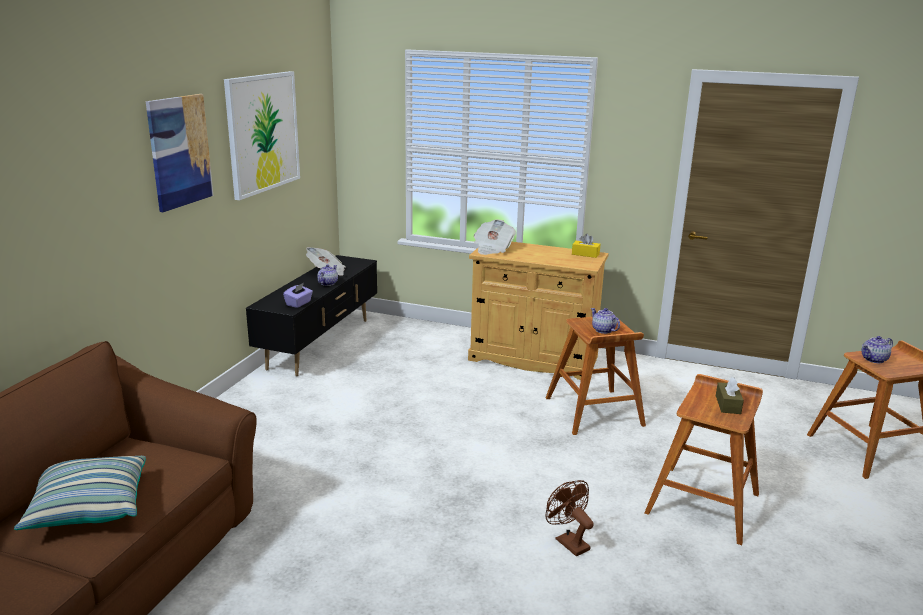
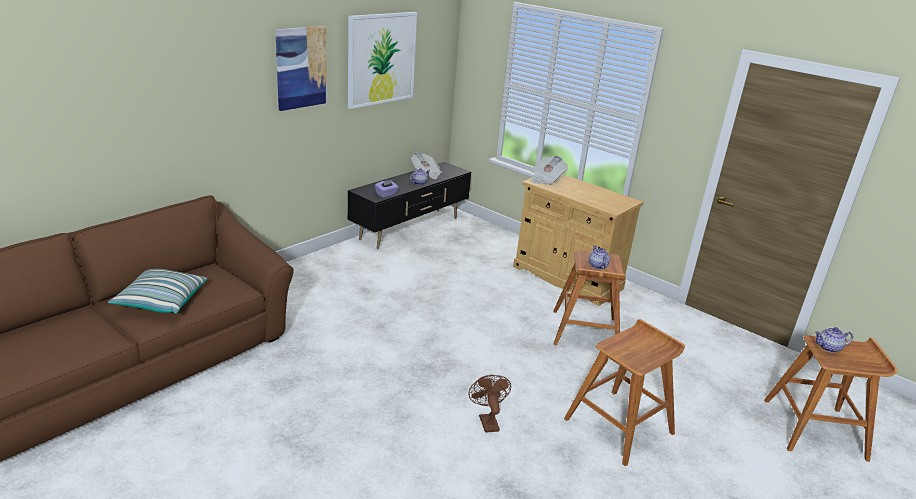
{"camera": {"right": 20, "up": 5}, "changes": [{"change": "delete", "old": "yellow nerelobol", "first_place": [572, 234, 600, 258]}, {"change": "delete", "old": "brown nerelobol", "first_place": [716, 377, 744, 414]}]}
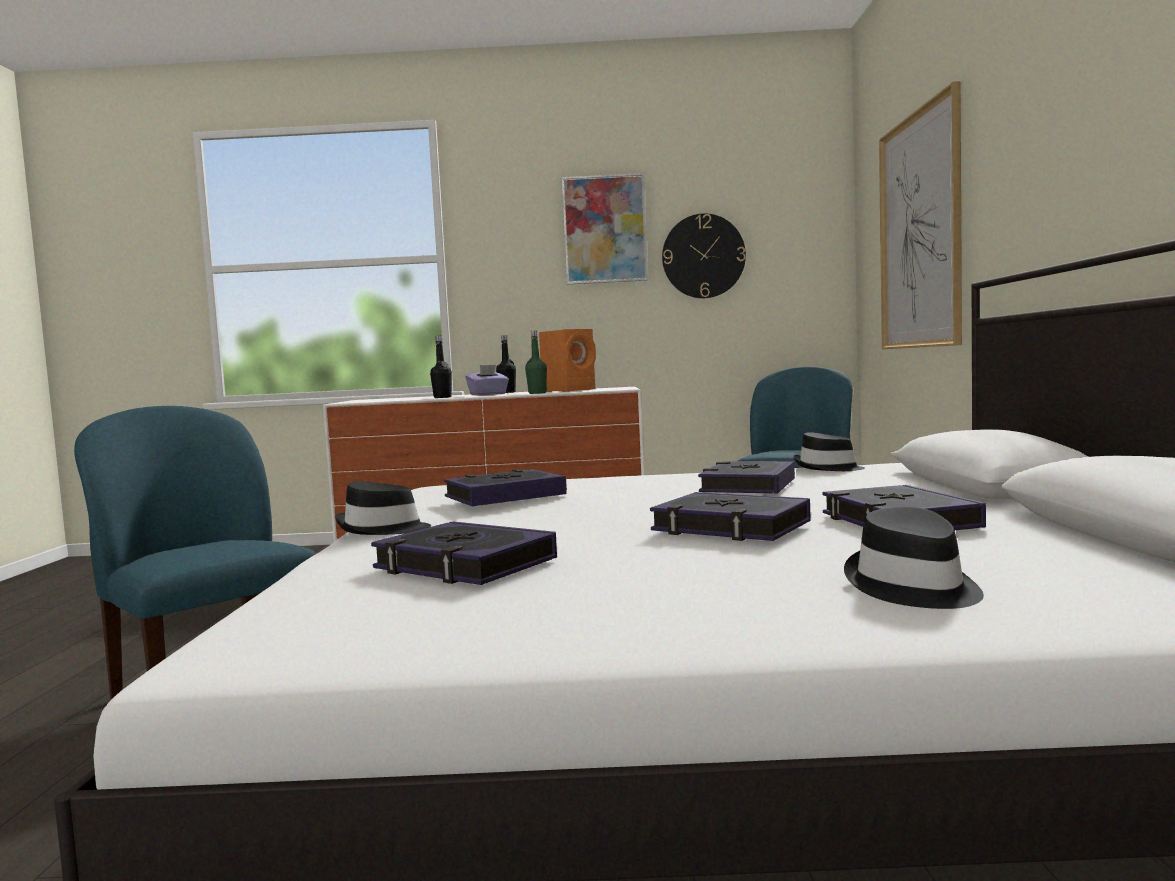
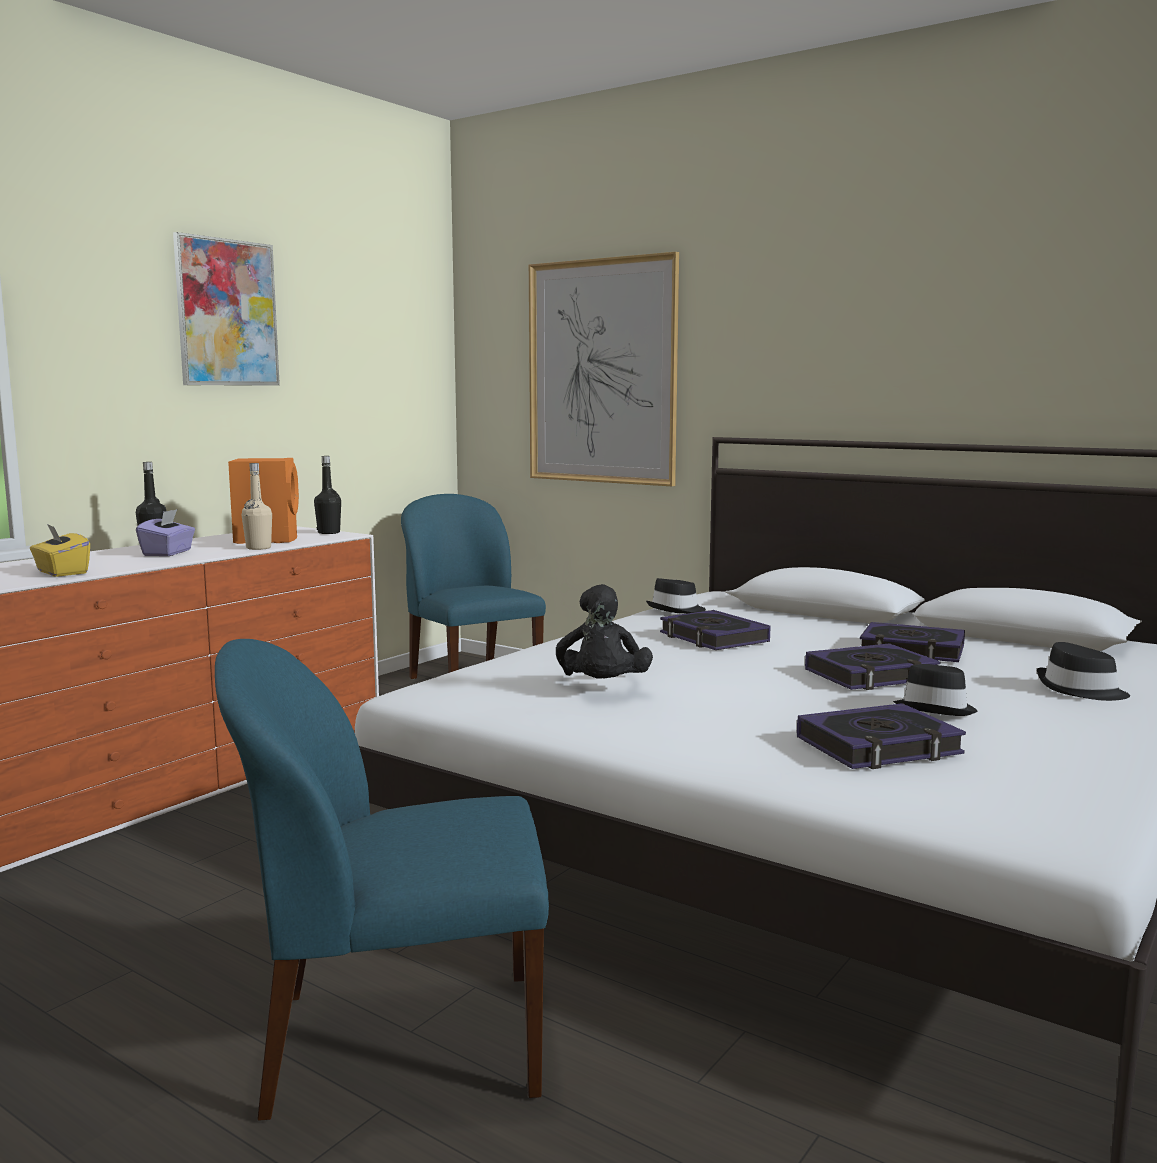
{"camera": {"right": -55, "up": 5}, "changes": [{"change": "move", "old": "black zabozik", "first_place": [335, 481, 431, 535], "second_place": [893, 664, 978, 716]}, {"change": "move", "old": "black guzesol", "first_place": [430, 336, 452, 398], "second_place": [314, 456, 341, 534]}, {"change": "replace", "old": "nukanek", "new": "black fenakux", "first_place": [444, 469, 567, 506], "second_place": [556, 584, 653, 678]}, {"change": "recolor", "old": "green guzesol", "new": "beige guzesol", "first_place": [525, 330, 547, 394], "second_place": [242, 463, 272, 550]}, {"change": "delete", "old": "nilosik", "first_place": [662, 213, 746, 298]}, {"change": "insert", "new": "yellow nerelobol", "second_place": [30, 524, 90, 577]}]}
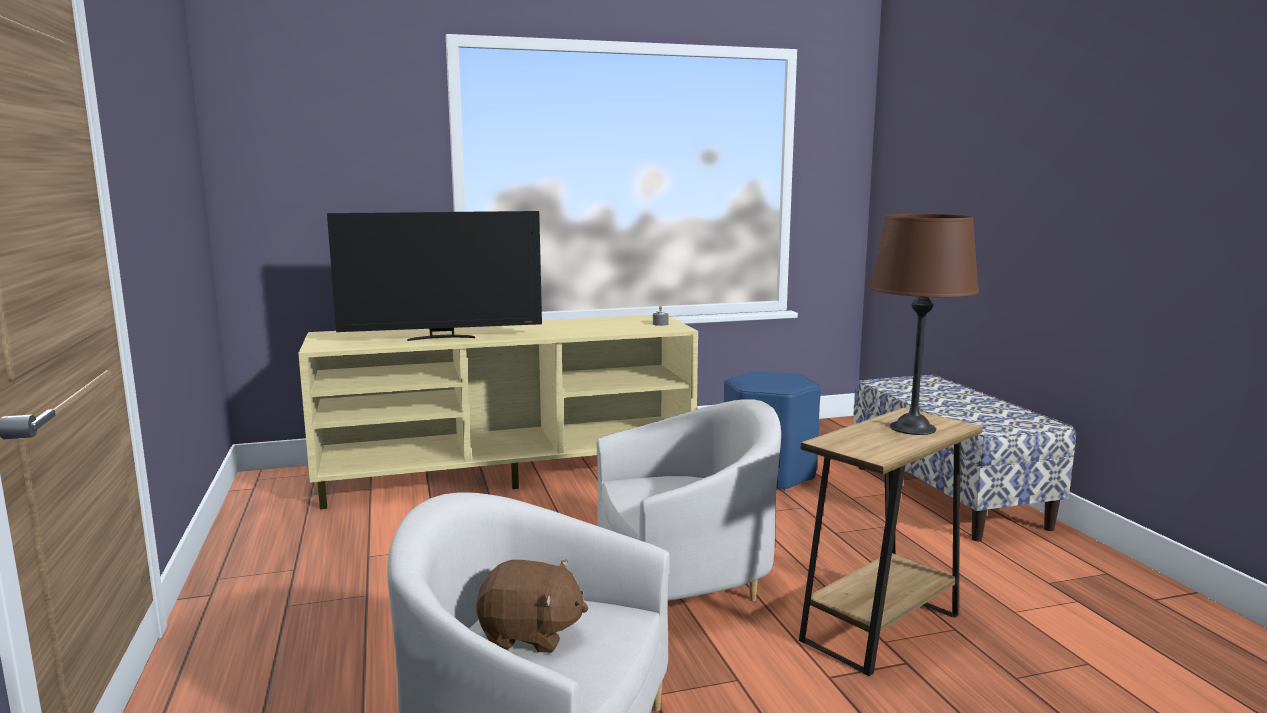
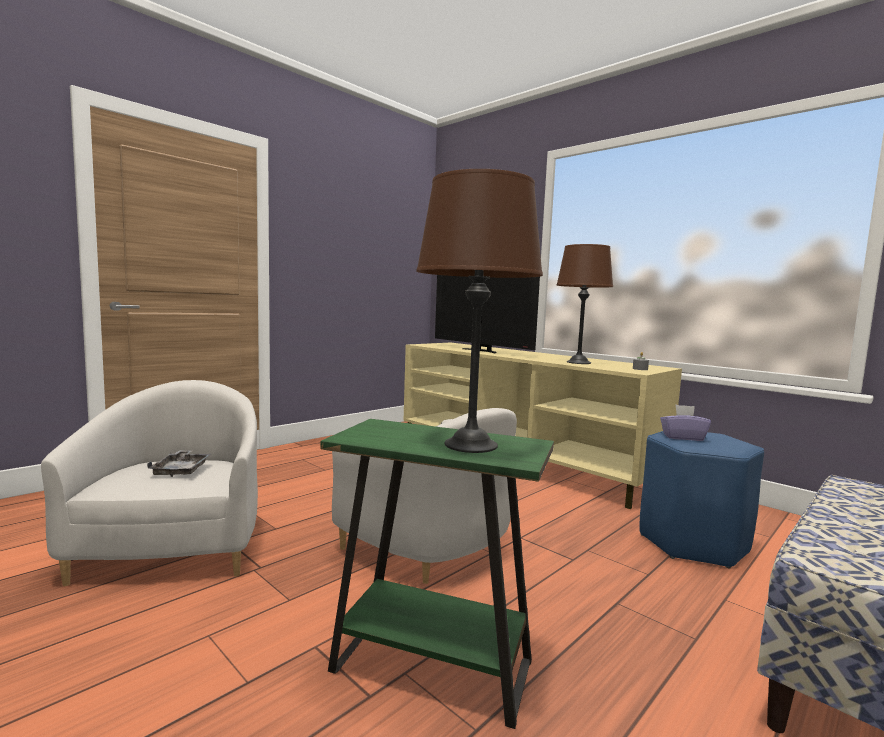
{"camera": {"right": 60, "up": -5}, "changes": [{"change": "replace", "old": "brown fenakux", "new": "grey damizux", "first_place": [476, 559, 589, 653], "second_place": [147, 450, 211, 477]}, {"change": "recolor", "old": "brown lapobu", "new": "green lapobu", "first_place": [799, 408, 983, 676], "second_place": [320, 419, 554, 729]}, {"change": "insert", "new": "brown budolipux", "second_place": [557, 244, 613, 364]}, {"change": "insert", "new": "purple nerelobol", "second_place": [660, 405, 711, 441]}]}
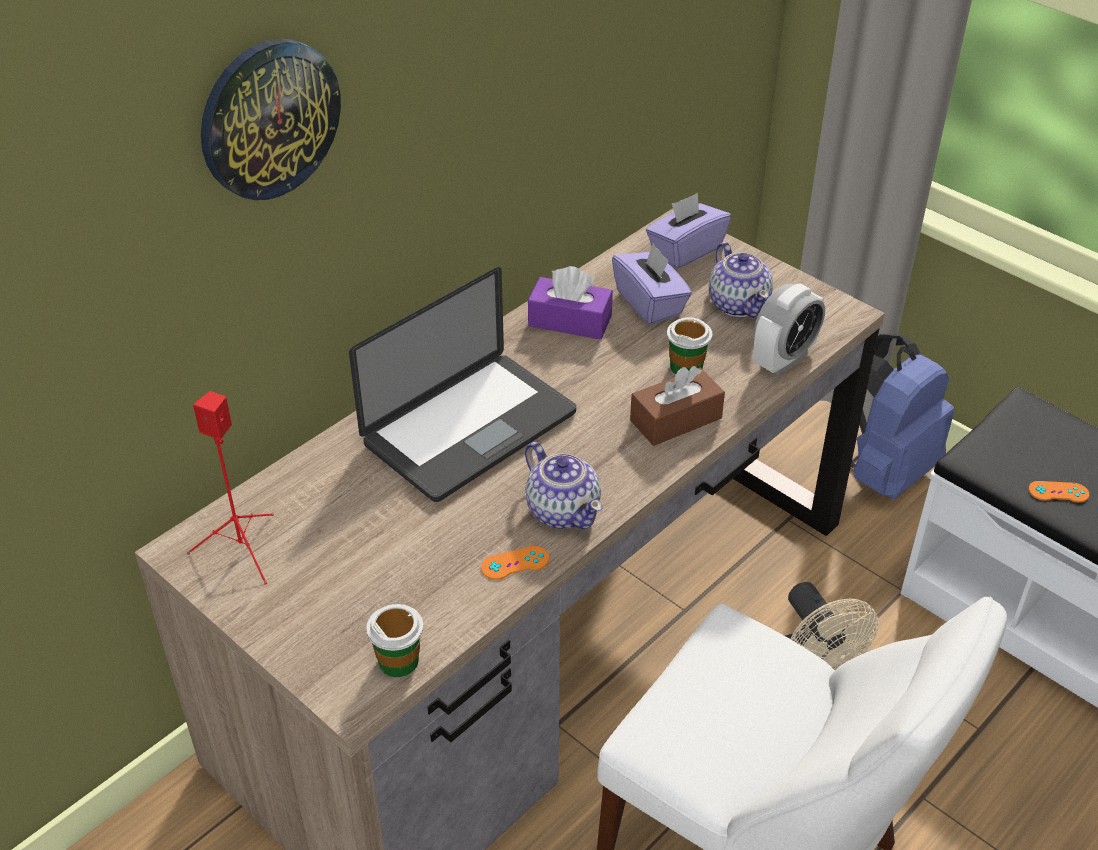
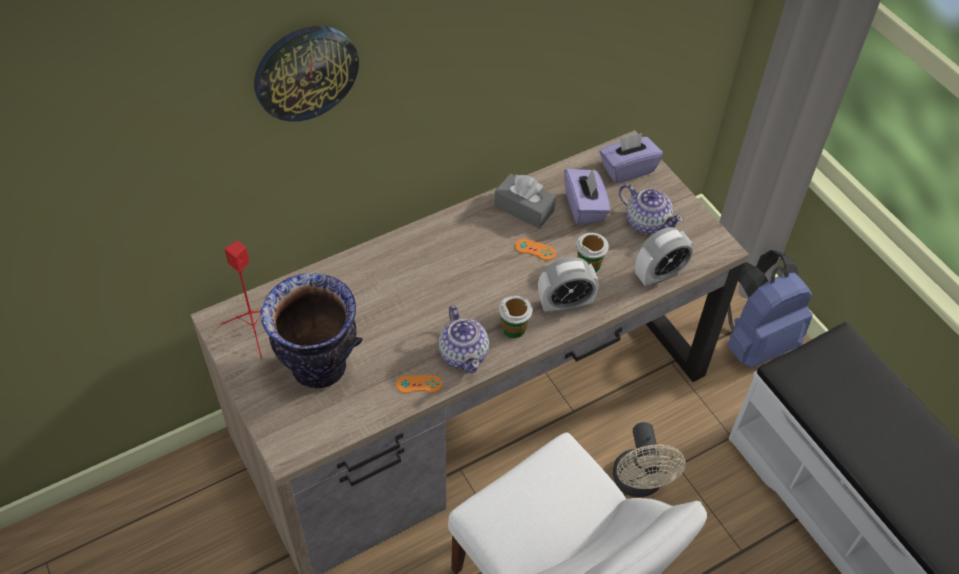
{"camera": {"right": 15, "up": 10}, "changes": [{"change": "delete", "old": "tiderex", "first_place": [349, 267, 576, 502]}, {"change": "move", "old": "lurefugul", "first_place": [366, 604, 423, 677], "second_place": [499, 296, 533, 338]}, {"change": "recolor", "old": "purple nerelobol", "new": "grey nerelobol", "first_place": [528, 266, 613, 340], "second_place": [494, 174, 556, 229]}, {"change": "replace", "old": "brown nerelobol", "new": "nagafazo", "first_place": [630, 366, 725, 446], "second_place": [538, 257, 599, 314]}, {"change": "rotate", "old": "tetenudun", "first_place": [709, 242, 773, 317], "second_place": [619, 184, 684, 234], "degrees": -45}, {"change": "move", "old": "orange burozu", "first_place": [1028, 481, 1089, 502], "second_place": [515, 238, 556, 260]}, {"change": "insert", "new": "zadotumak", "second_place": [261, 273, 363, 389]}]}
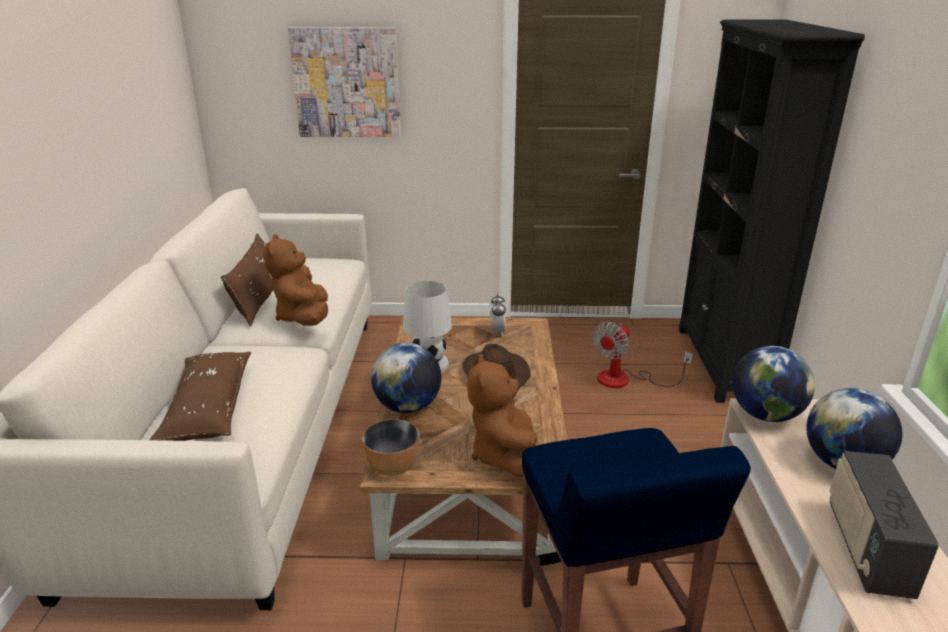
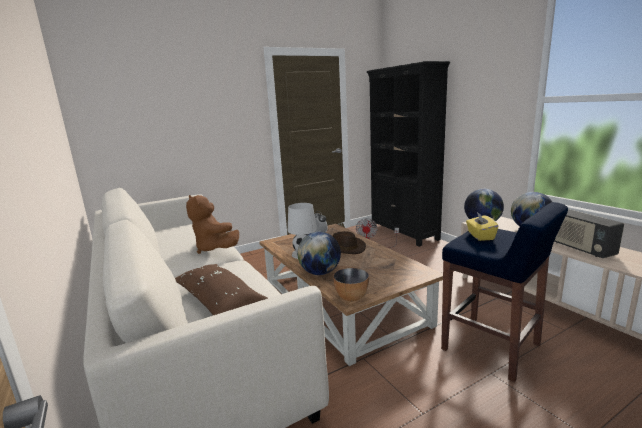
{"camera": {"right": -30, "up": -10}, "changes": [{"change": "delete", "old": "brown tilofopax", "first_place": [221, 234, 273, 326]}, {"change": "delete", "old": "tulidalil", "first_place": [288, 27, 401, 137]}, {"change": "delete", "old": "brown fenakux", "first_place": [467, 354, 537, 478]}, {"change": "insert", "new": "yellow nerelobol", "second_place": [466, 212, 499, 241]}]}
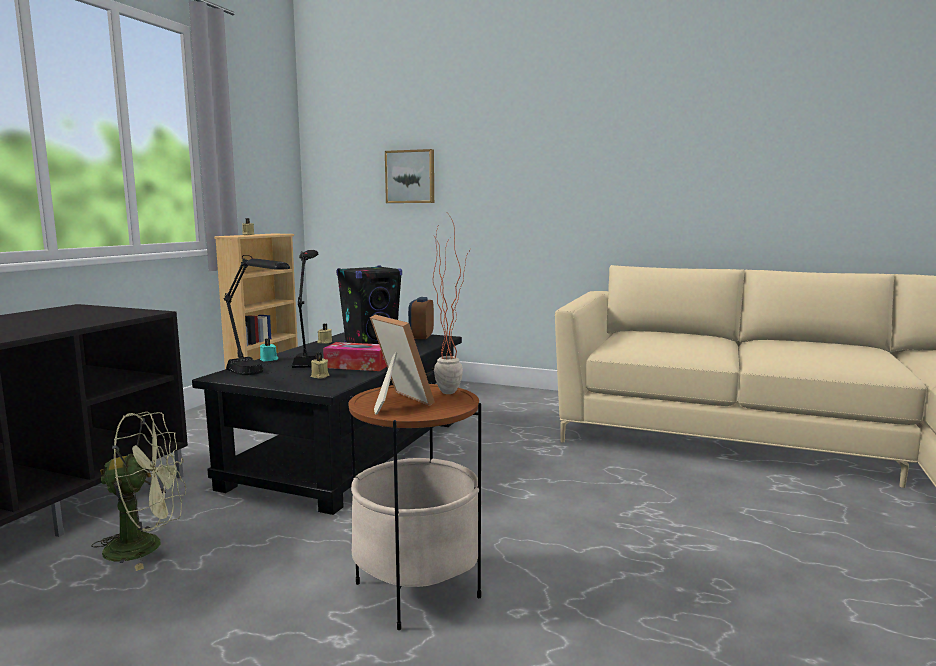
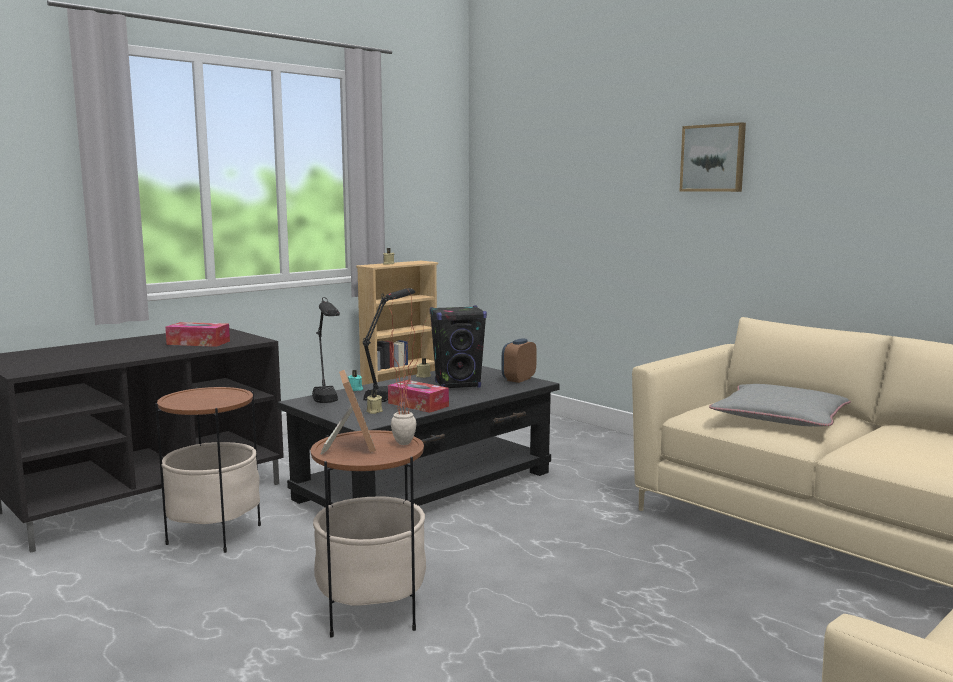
{"camera": {"right": 25, "up": 0}, "changes": [{"change": "replace", "old": "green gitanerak", "new": "lapobu", "first_place": [91, 412, 186, 571], "second_place": [155, 387, 261, 553]}, {"change": "move", "old": "tulidalil", "first_place": [385, 149, 434, 203], "second_place": [679, 122, 746, 192]}, {"change": "insert", "new": "nerelobol", "second_place": [165, 322, 230, 347]}, {"change": "insert", "new": "grey tilofopax", "second_place": [709, 384, 851, 426]}]}
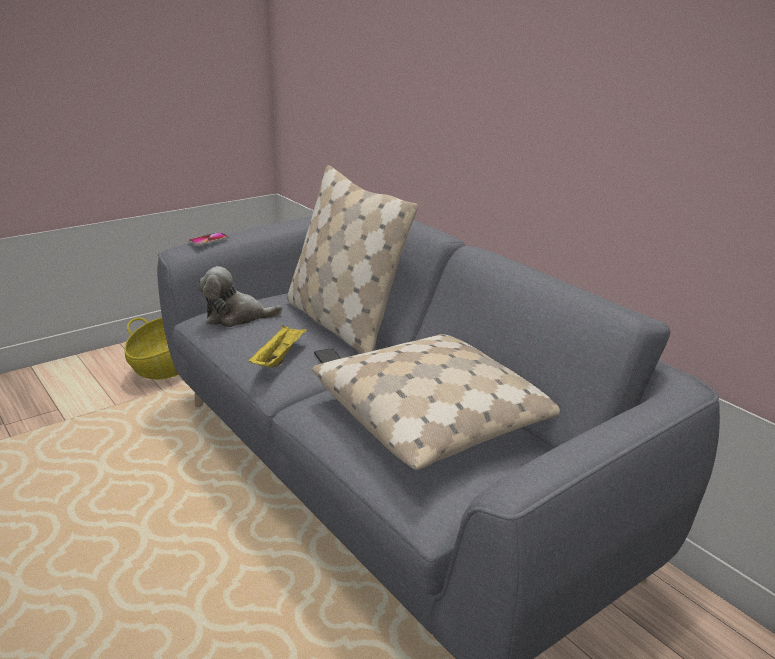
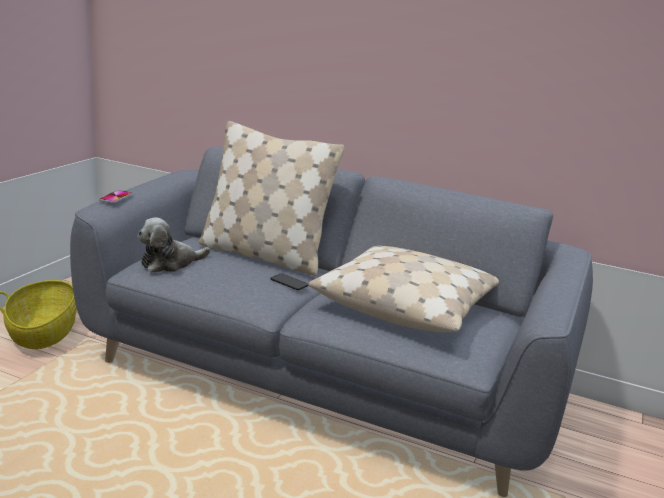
{"camera": {"right": -30, "up": -5}, "changes": [{"change": "delete", "old": "yellow damizux", "first_place": [248, 325, 308, 368]}]}
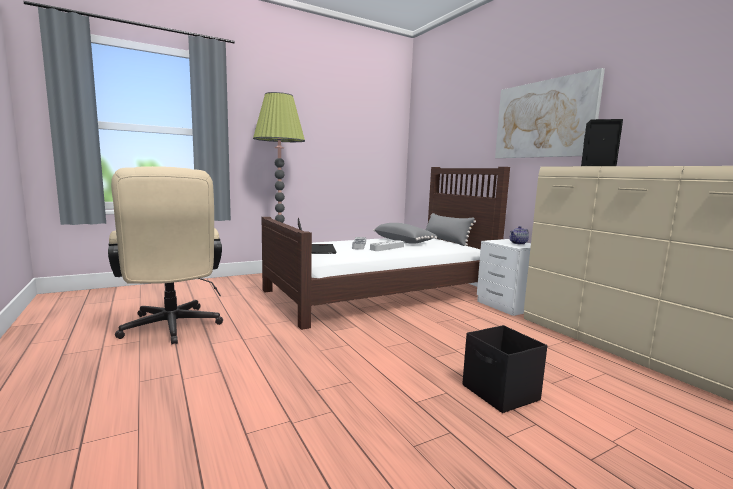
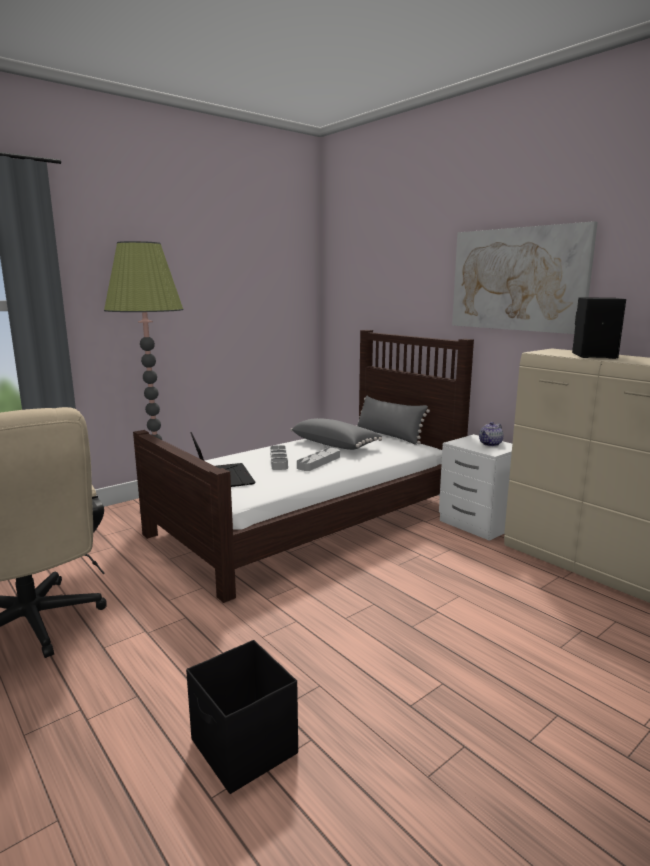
{"camera": {"right": -10, "up": 5}, "changes": [{"change": "move", "old": "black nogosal", "first_place": [462, 325, 547, 413], "second_place": [186, 640, 298, 794]}]}
